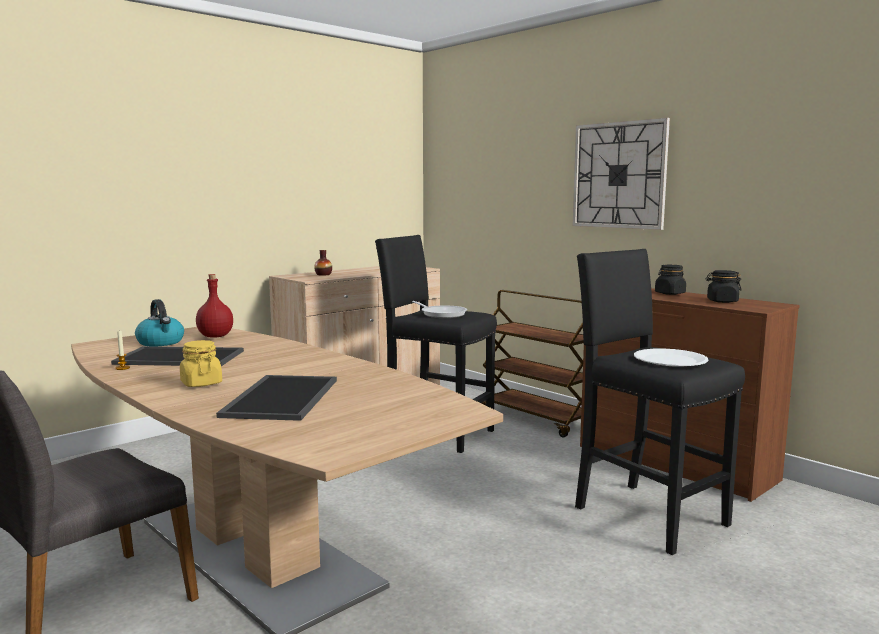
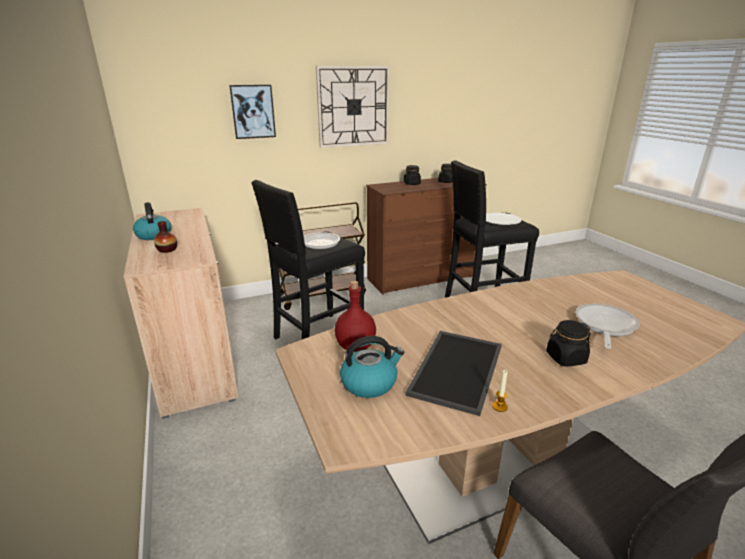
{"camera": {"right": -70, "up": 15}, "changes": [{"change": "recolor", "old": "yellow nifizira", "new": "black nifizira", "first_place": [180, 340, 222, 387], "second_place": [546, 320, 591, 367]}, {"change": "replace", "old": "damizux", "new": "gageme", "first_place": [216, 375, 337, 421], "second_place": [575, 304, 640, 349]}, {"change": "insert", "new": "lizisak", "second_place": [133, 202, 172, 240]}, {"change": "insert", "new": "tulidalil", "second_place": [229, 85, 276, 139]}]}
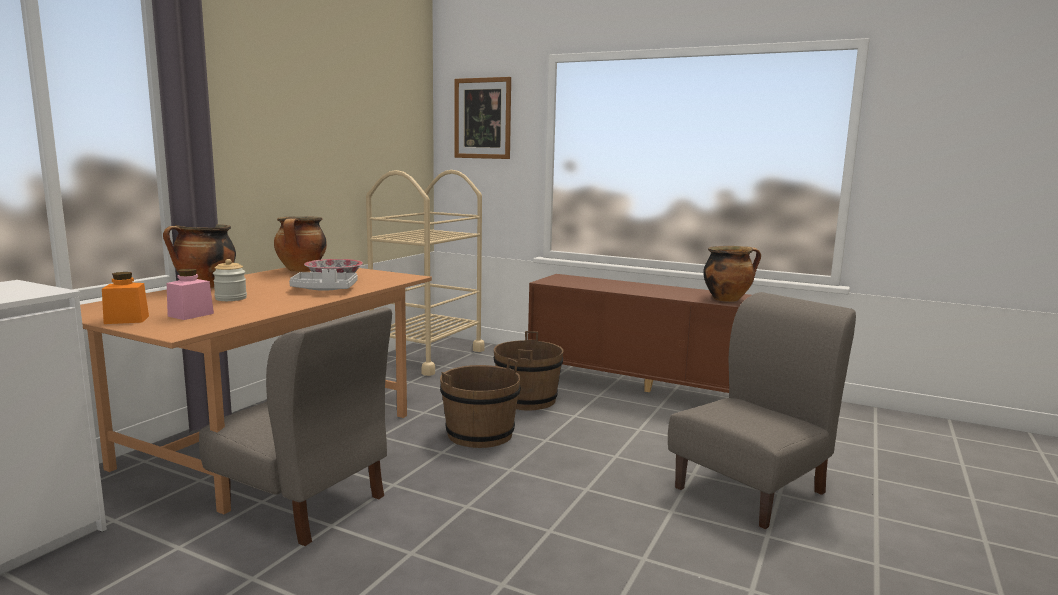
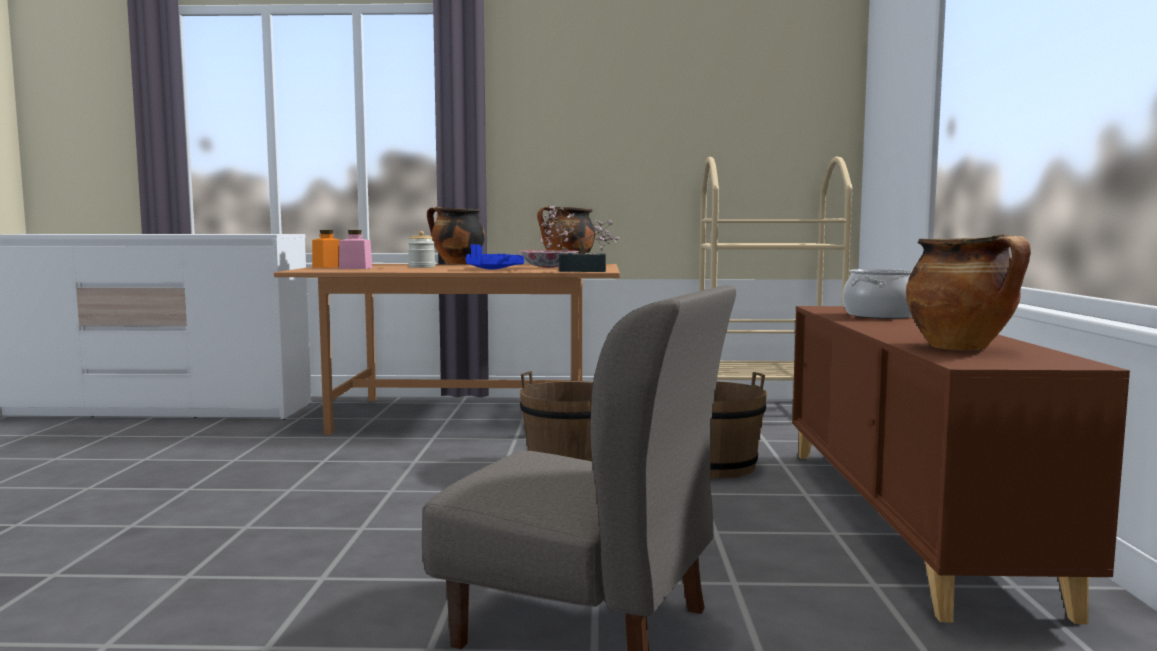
{"camera": {"right": 65, "up": -5}, "changes": [{"change": "delete", "old": "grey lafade", "first_place": [199, 307, 392, 546]}, {"change": "recolor", "old": "grey damizux", "new": "blue damizux", "first_place": [289, 269, 358, 291], "second_place": [466, 244, 524, 270]}, {"change": "delete", "old": "tulidalil", "first_place": [455, 77, 511, 159]}, {"change": "insert", "new": "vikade", "second_place": [540, 205, 620, 272]}, {"change": "insert", "new": "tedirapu", "second_place": [843, 269, 912, 319]}]}
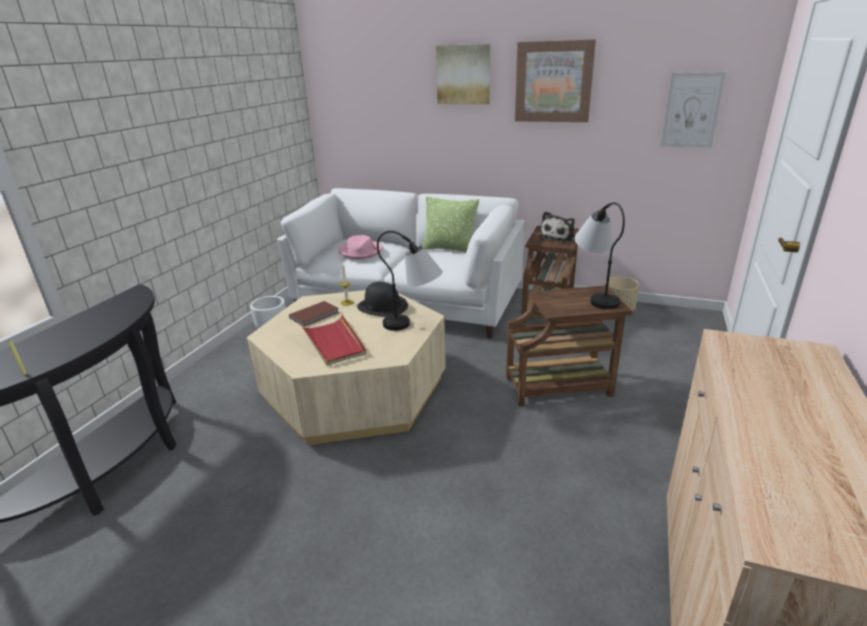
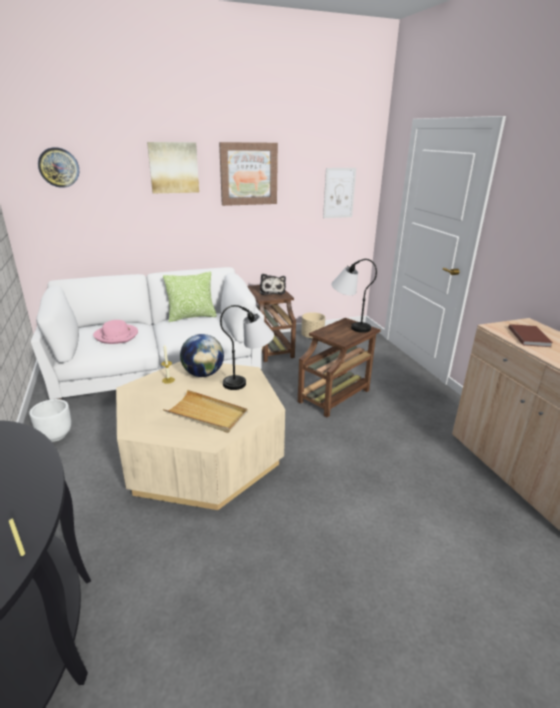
{"camera": {"right": -40, "up": 0}, "changes": [{"change": "move", "old": "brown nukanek", "first_place": [289, 301, 339, 327], "second_place": [509, 324, 553, 347]}, {"change": "recolor", "old": "red damizux", "new": "beige damizux", "first_place": [301, 315, 367, 366], "second_place": [163, 390, 248, 433]}, {"change": "replace", "old": "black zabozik", "new": "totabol", "first_place": [357, 282, 408, 317], "second_place": [180, 334, 224, 377]}, {"change": "insert", "new": "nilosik", "second_place": [38, 147, 79, 188]}]}
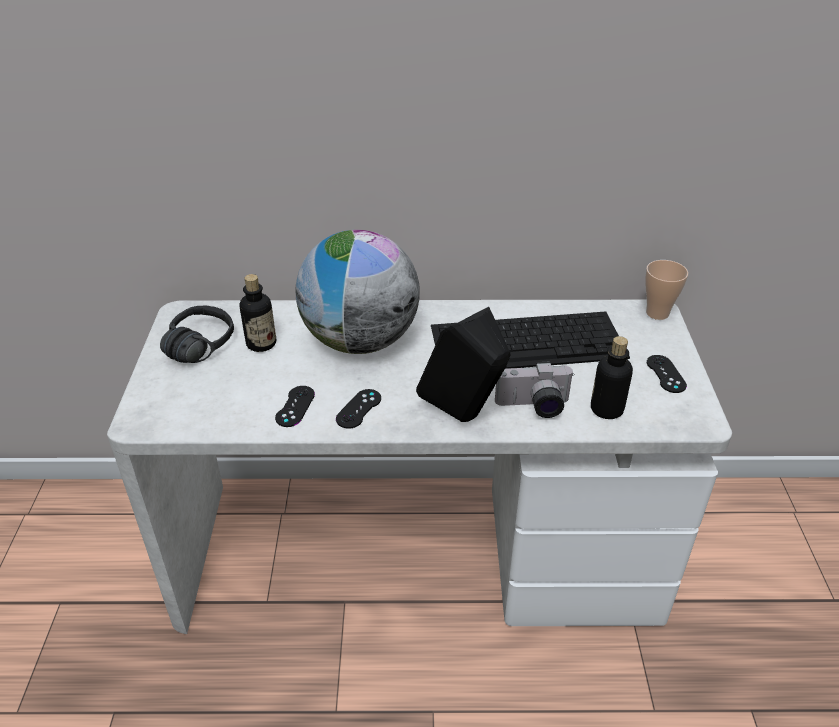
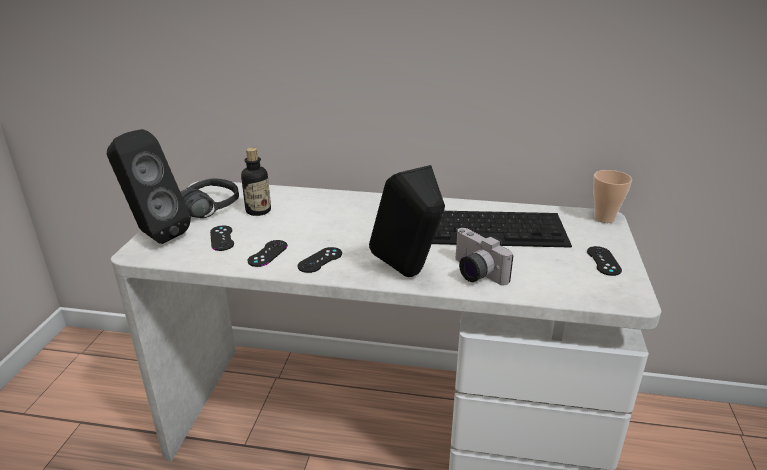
{"camera": {"right": 10, "up": -10}, "changes": [{"change": "delete", "old": "totabol", "first_place": [296, 230, 420, 354]}, {"change": "rotate", "old": "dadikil", "first_place": [495, 362, 575, 418], "second_place": [456, 228, 513, 285], "degrees": 45}, {"change": "delete", "old": "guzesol", "first_place": [591, 336, 633, 419]}, {"change": "insert", "new": "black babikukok", "second_place": [107, 129, 191, 244]}, {"change": "insert", "new": "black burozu", "second_place": [210, 225, 234, 251]}]}
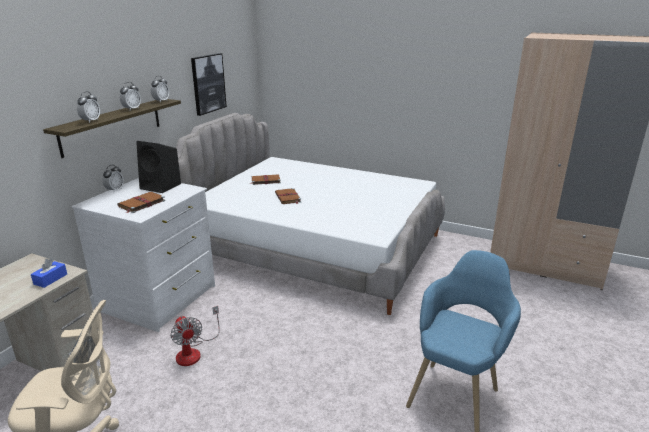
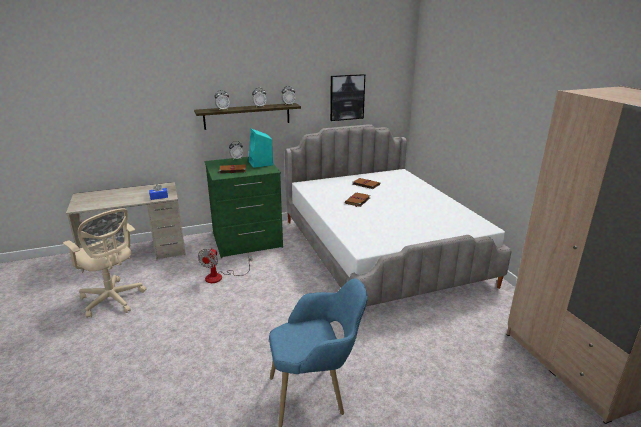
{"camera": {"right": 45, "up": 0}, "changes": [{"change": "recolor", "old": "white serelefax", "new": "green serelefax", "first_place": [72, 178, 215, 332], "second_place": [204, 157, 283, 258]}, {"change": "recolor", "old": "black babikukok", "new": "turquoise babikukok", "first_place": [136, 141, 181, 193], "second_place": [249, 129, 273, 168]}]}
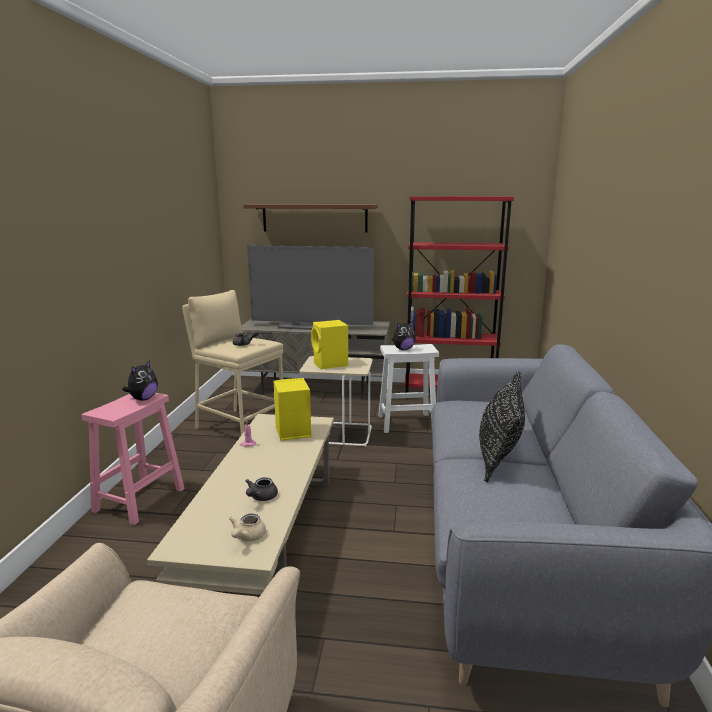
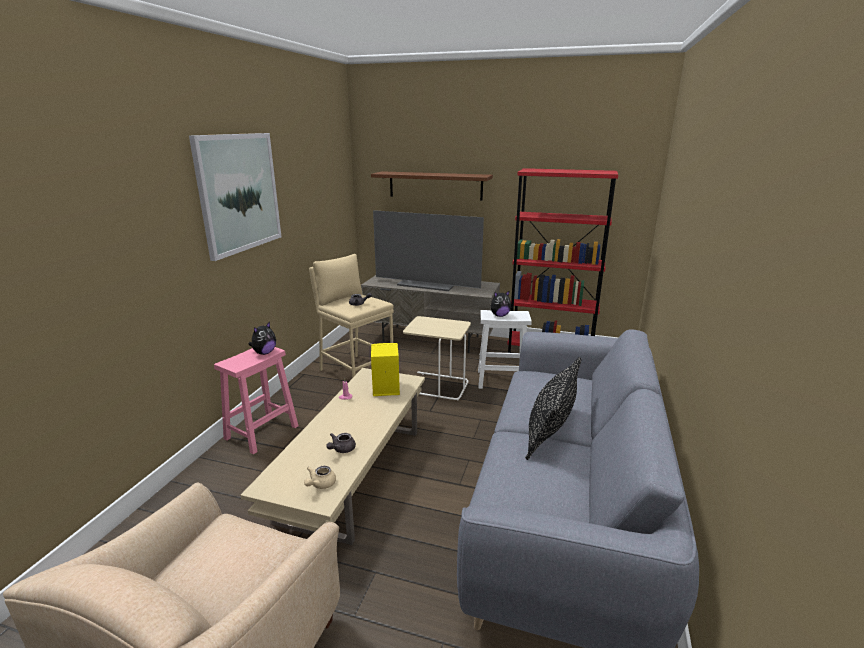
{"camera": {"right": 10, "up": 5}, "changes": [{"change": "delete", "old": "yellow babikukok", "first_place": [311, 320, 348, 369]}, {"change": "insert", "new": "tulidalil", "second_place": [189, 133, 281, 261]}]}
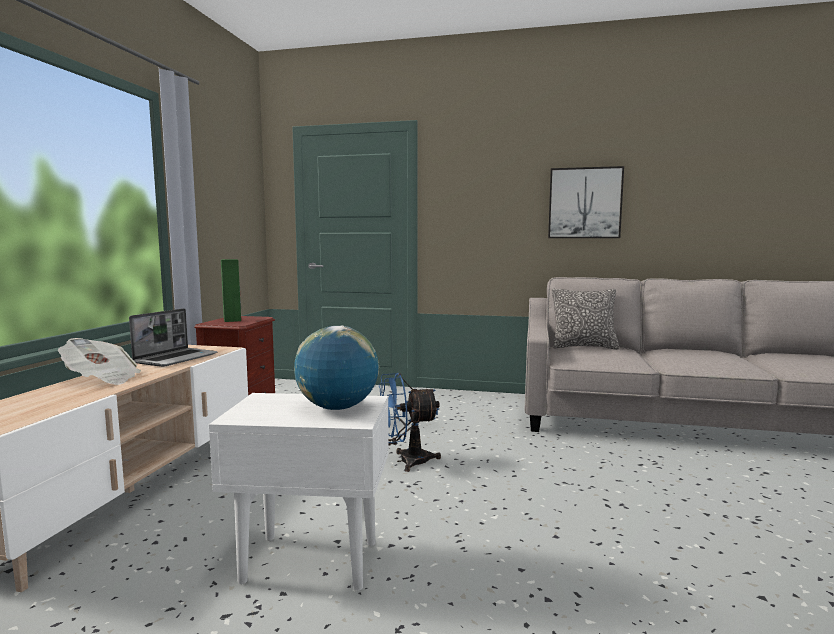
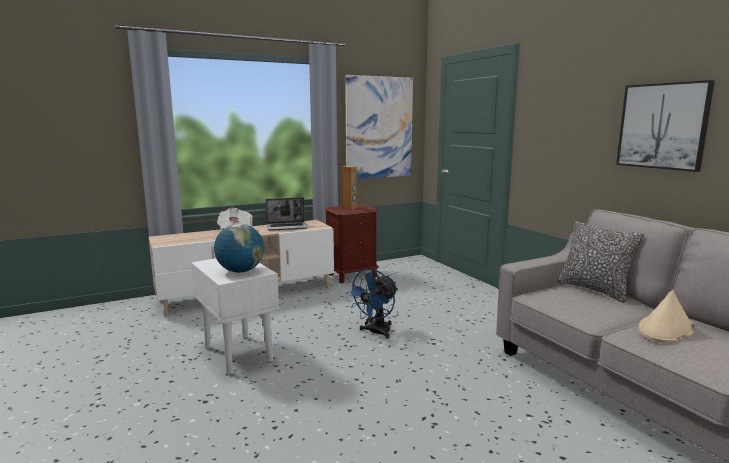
{"camera": {"right": 50, "up": 5}, "changes": [{"change": "recolor", "old": "green babikukok", "new": "brown babikukok", "first_place": [221, 259, 241, 322], "second_place": [342, 166, 357, 209]}, {"change": "rotate", "old": "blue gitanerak", "first_place": [379, 373, 441, 472], "second_place": [346, 268, 398, 339], "degrees": -90}, {"change": "insert", "new": "tulidalil", "second_place": [345, 75, 413, 179]}, {"change": "insert", "new": "beige zabozik", "second_place": [639, 290, 694, 343]}]}
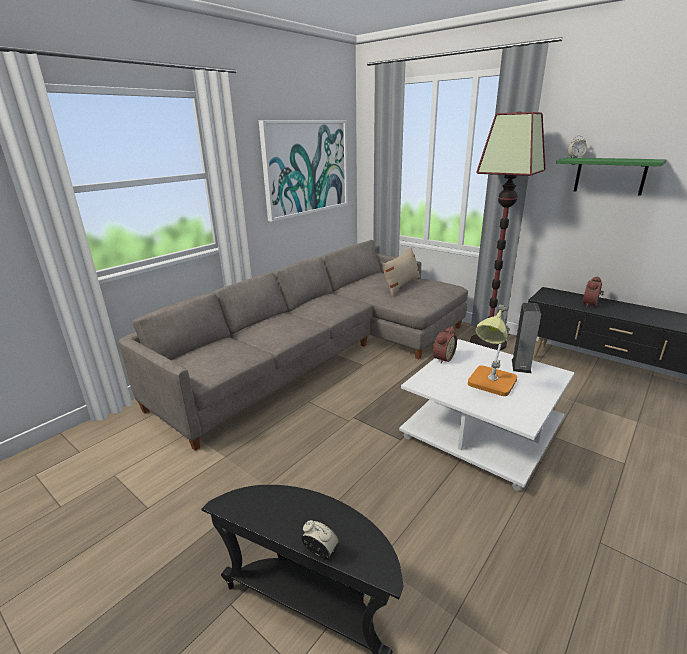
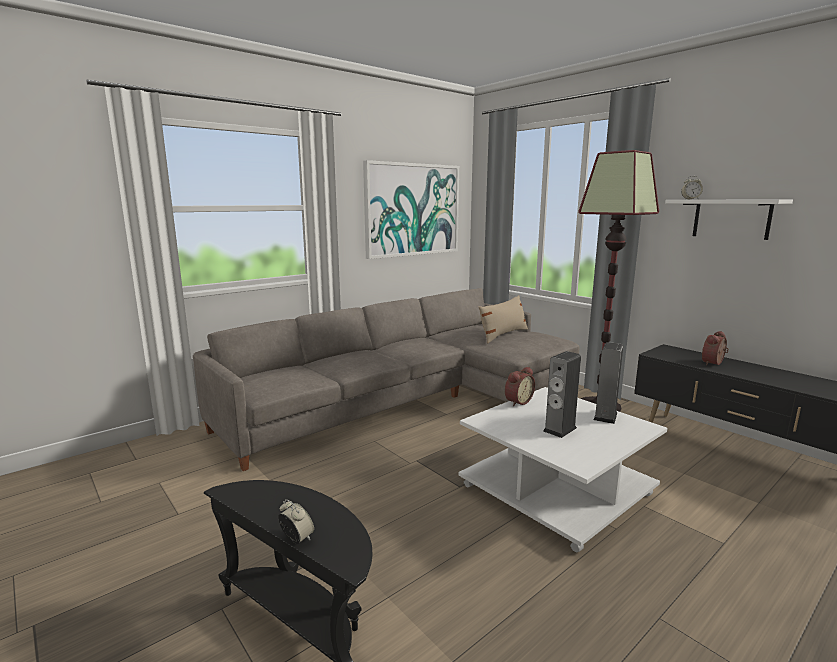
{"camera": {"right": 10, "up": -10}, "changes": [{"change": "replace", "old": "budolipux", "new": "babikukok", "first_place": [468, 305, 517, 396], "second_place": [543, 351, 581, 438]}, {"change": "recolor", "old": "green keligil", "new": "white keligil", "first_place": [556, 157, 666, 196], "second_place": [665, 200, 793, 240]}]}
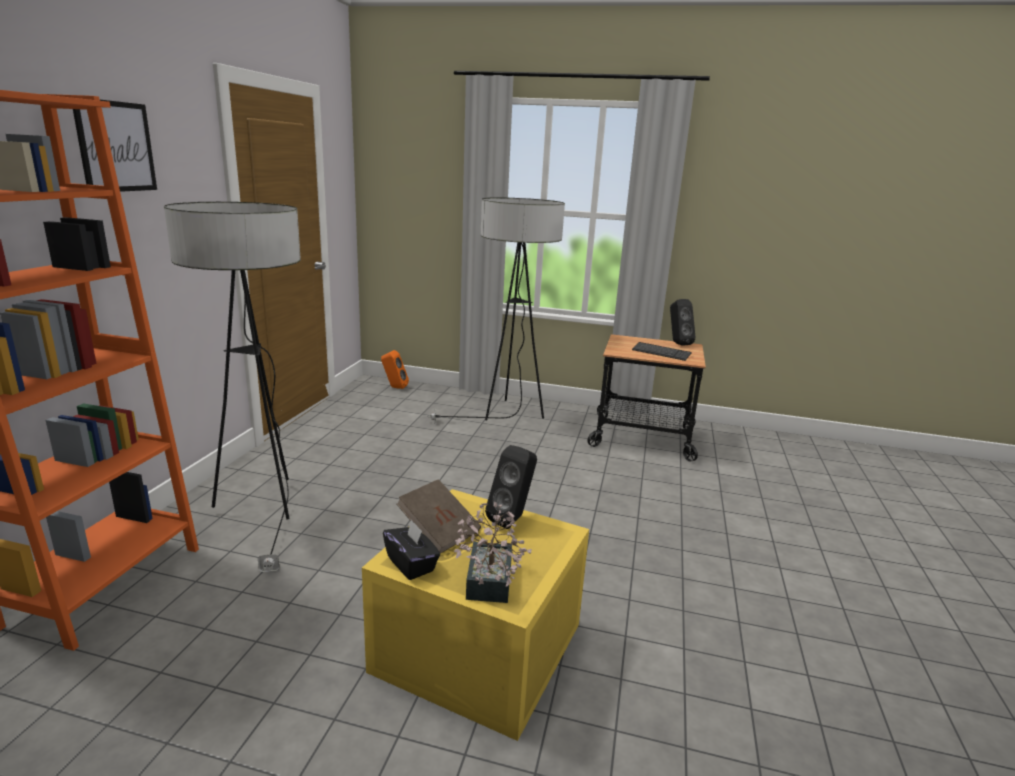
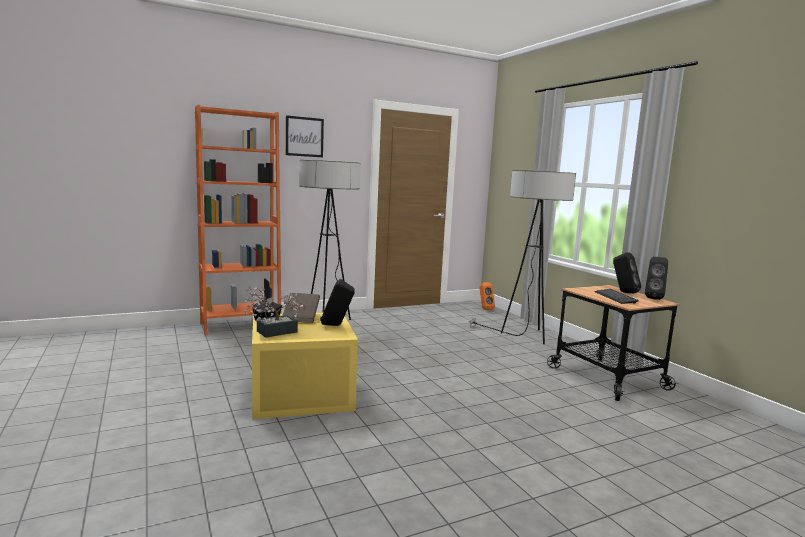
{"camera": {"right": 50, "up": -10}, "changes": [{"change": "insert", "new": "black babikukok", "second_place": [613, 252, 641, 293]}]}
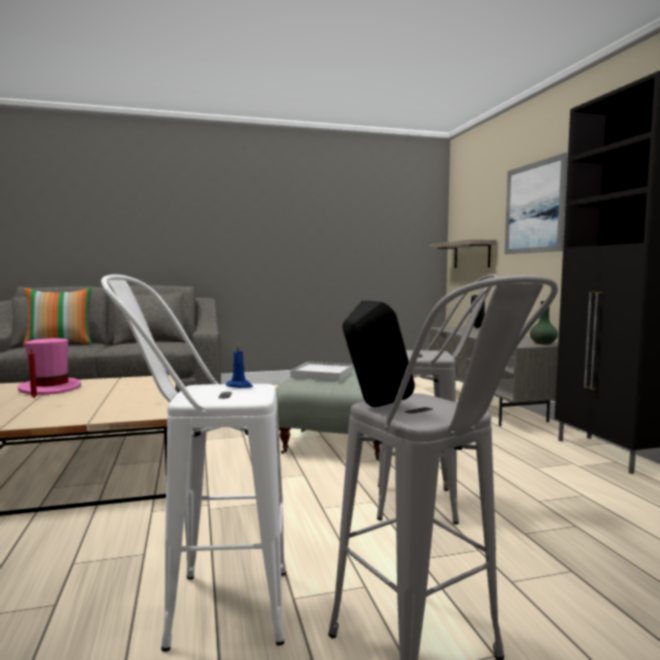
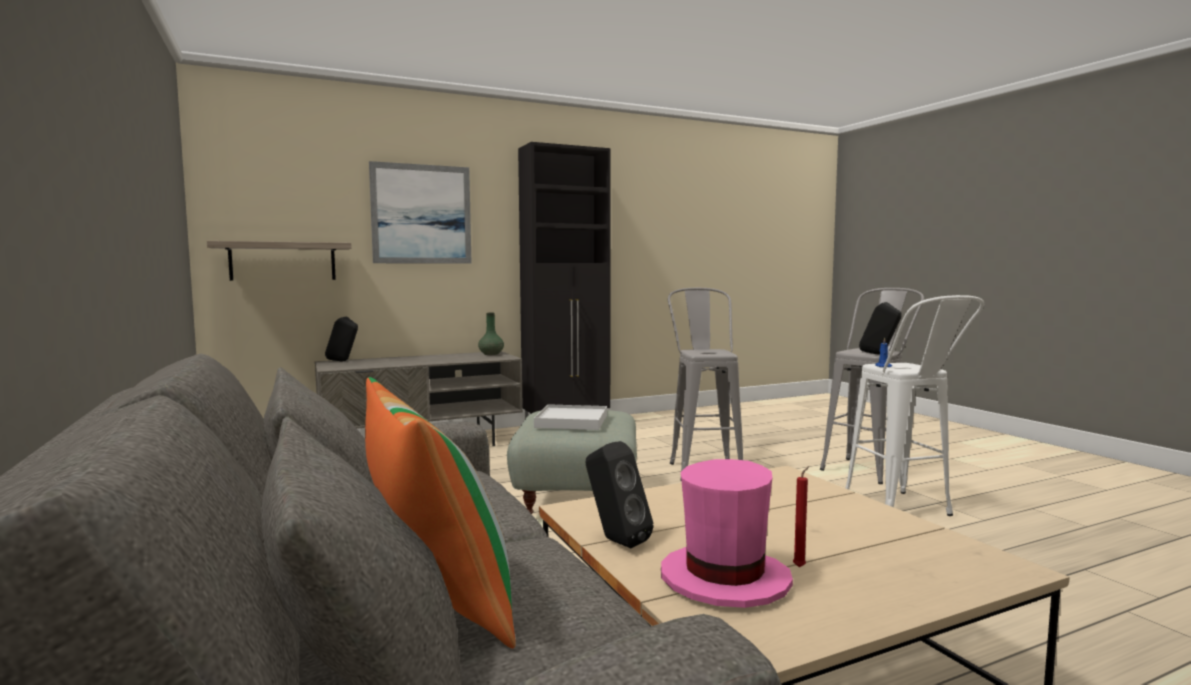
{"camera": {"right": -100, "up": 0}, "changes": [{"change": "insert", "new": "black babikukok", "second_place": [585, 441, 654, 548]}]}
